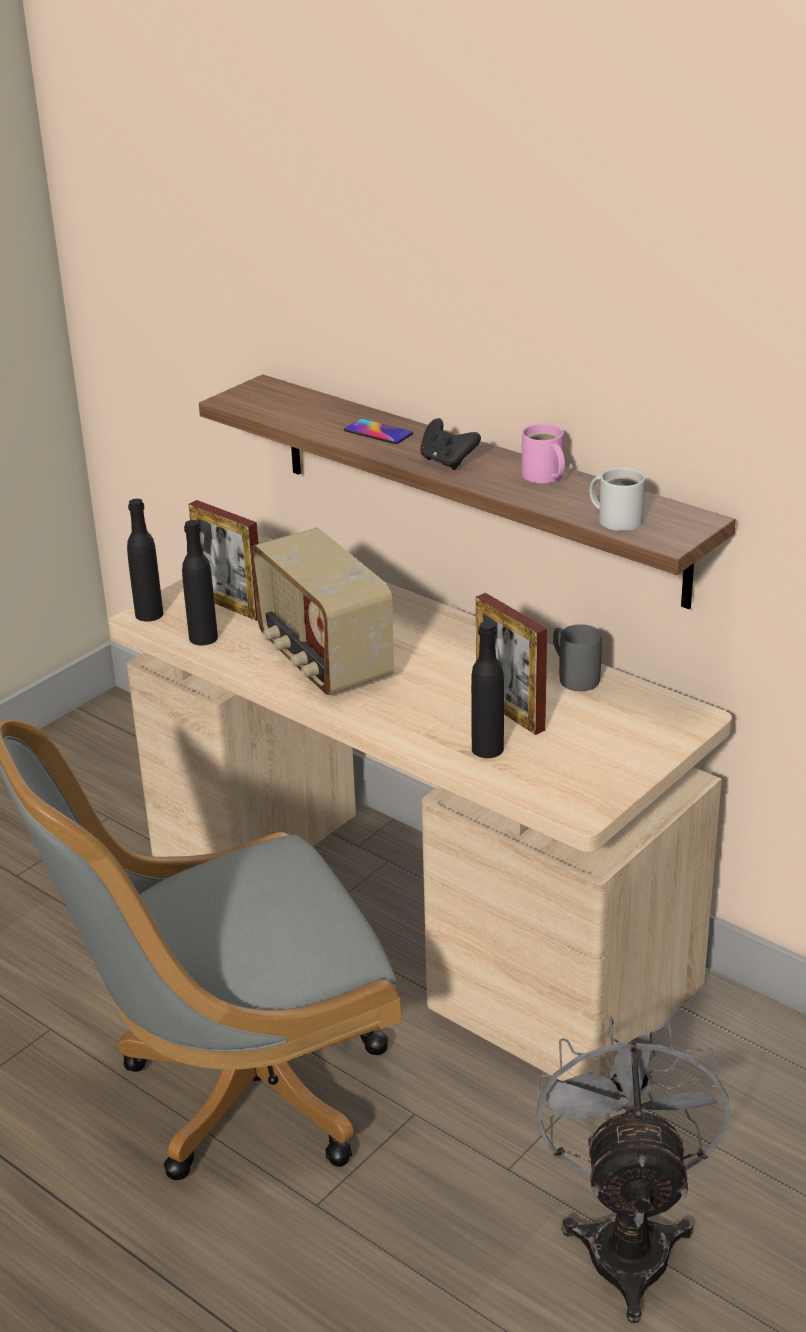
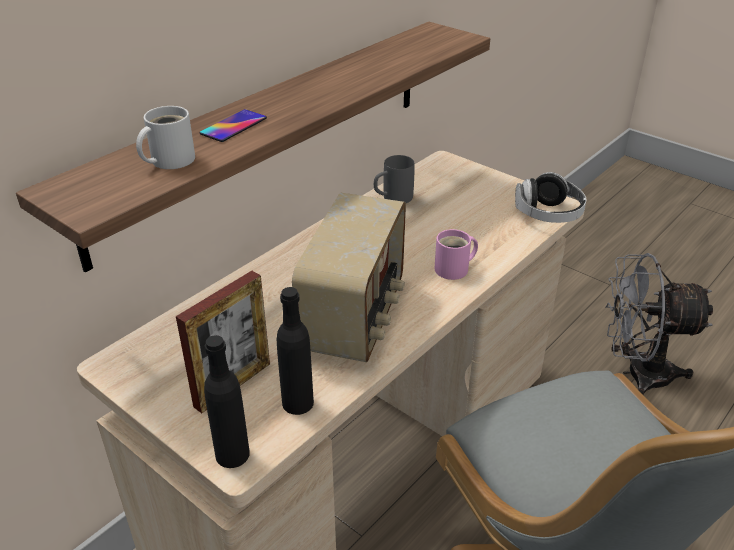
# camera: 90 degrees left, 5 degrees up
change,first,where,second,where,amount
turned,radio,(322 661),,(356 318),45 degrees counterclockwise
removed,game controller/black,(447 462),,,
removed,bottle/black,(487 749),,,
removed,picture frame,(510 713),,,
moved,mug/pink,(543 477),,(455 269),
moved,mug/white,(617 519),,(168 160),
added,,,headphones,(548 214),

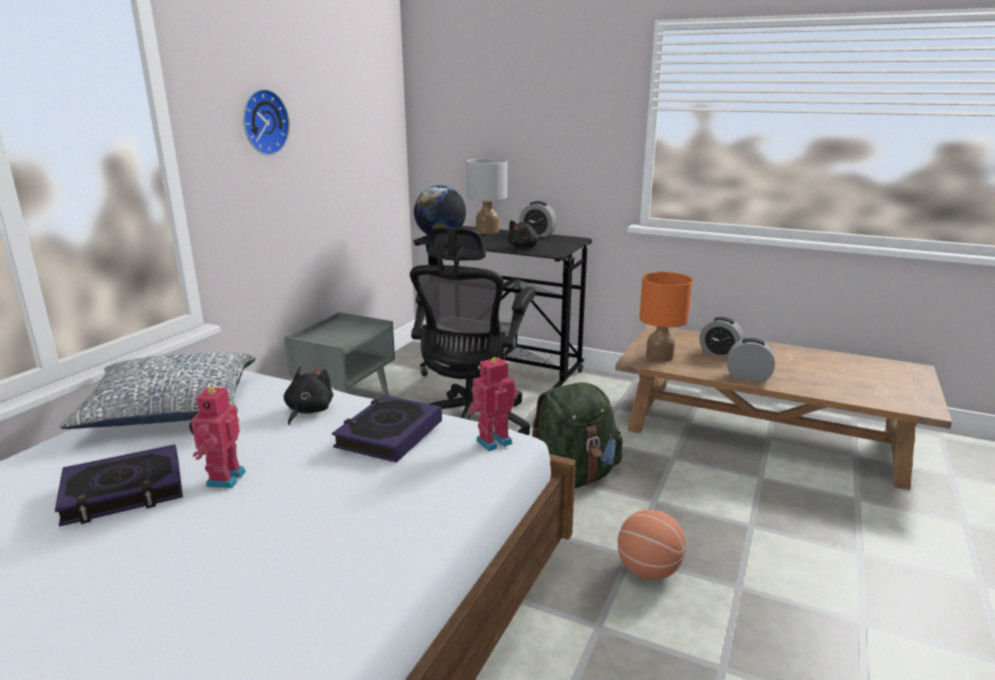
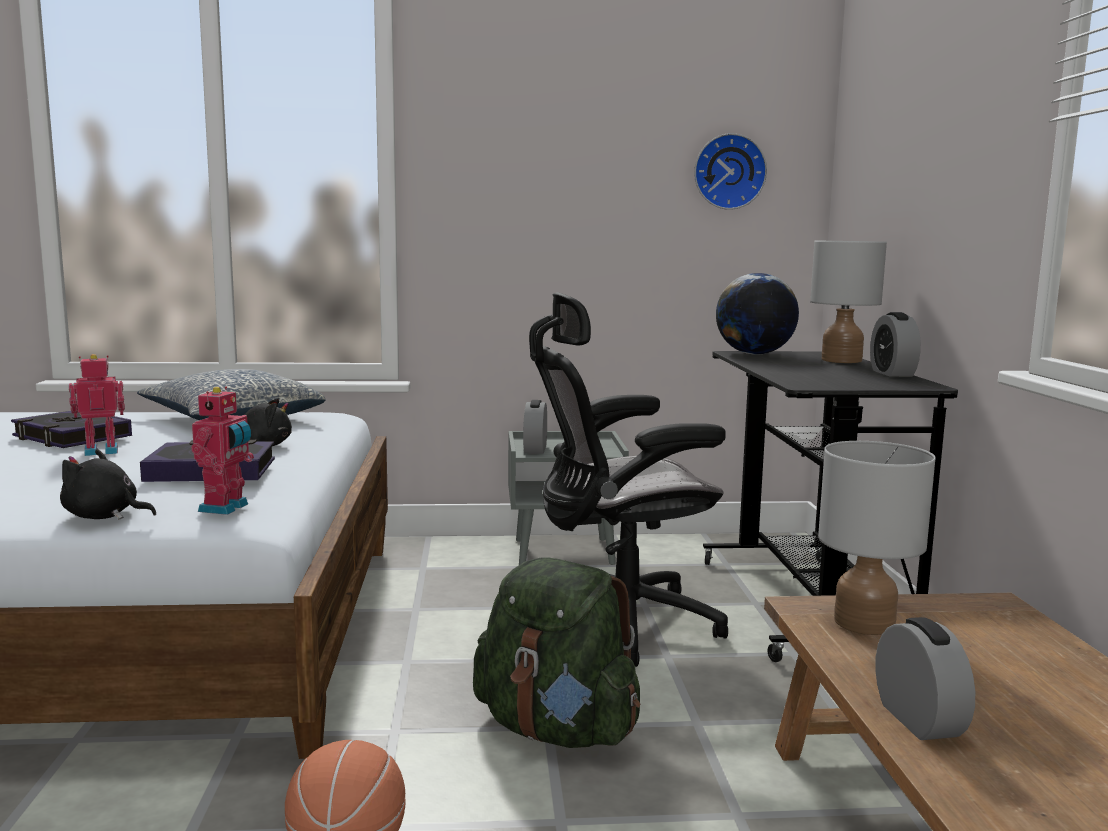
# camera: 60 degrees right, 10 degrees down
change,first,where,second,where,amount
moved,wall clock,(263 122),,(728 172),
turned,toy robot,(492 441),,(226 508),75 degrees clockwise
moved,plush toy/black,(524 247),,(104 516),
recoloured,table lamp/orange,(660 356),table lamp/grey,(865 623),
moved,alarm clock,(719 353),,(535 449),

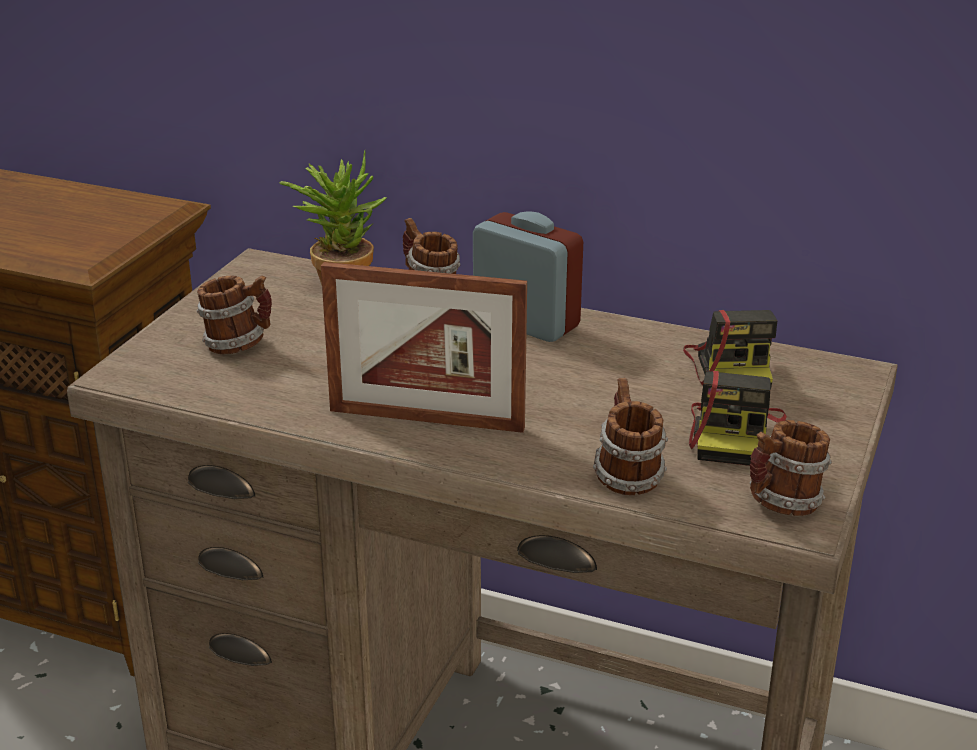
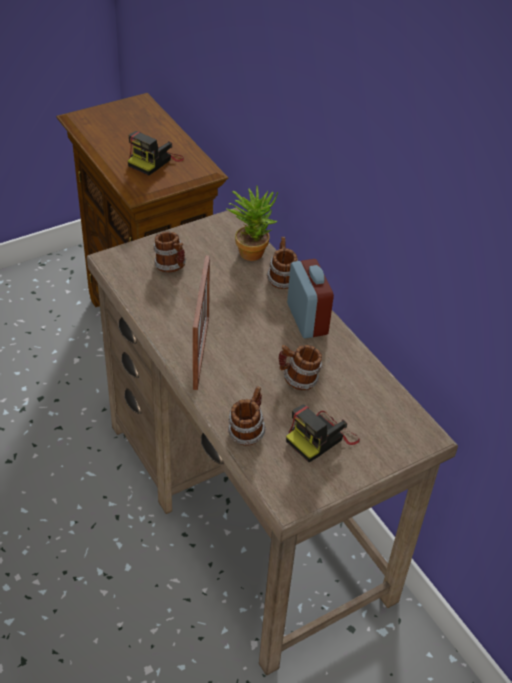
# camera: 35 degrees right, 15 degrees up
change,first,where,second,where,amount
turned,picture frame,(426 419),,(201 352),135 degrees counterclockwise
moved,photo camera,(731 368),,(154 161),
moved,mug,(782 504),,(298 380),

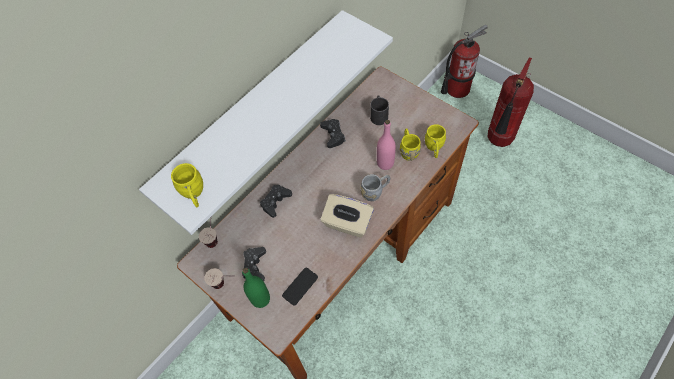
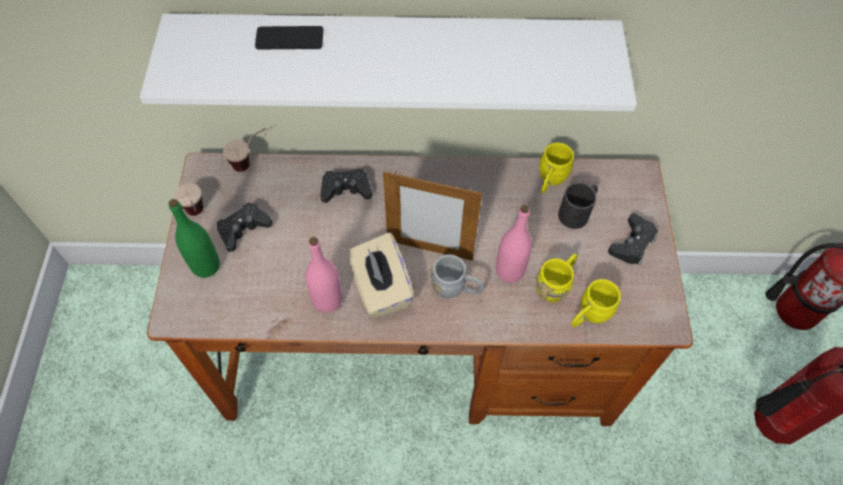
# camera: 45 degrees right, 0 degrees up
change,first,where,second,where,amount
moved,mug/yellow,(194 195),,(550 181),
moved,phone,(300 286),,(289 38),
moved,game controller/black,(333 135),,(632 243),
added,,,bottle/pink,(327 300),
added,,,picture frame,(429 250),

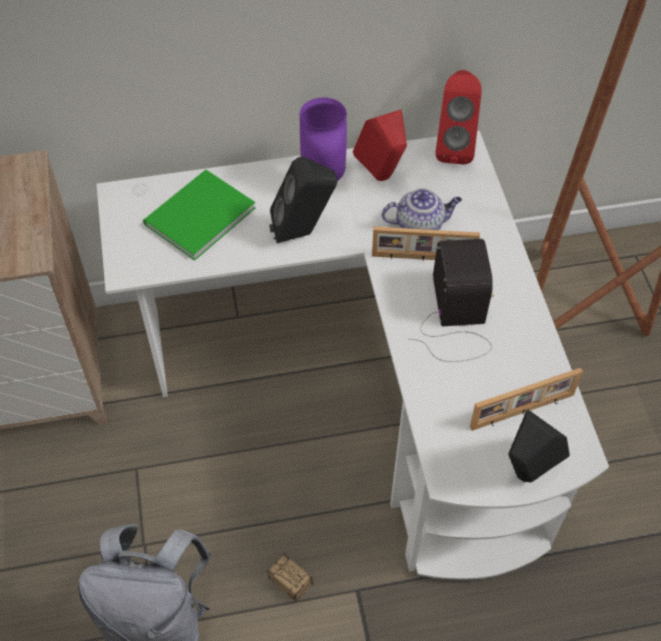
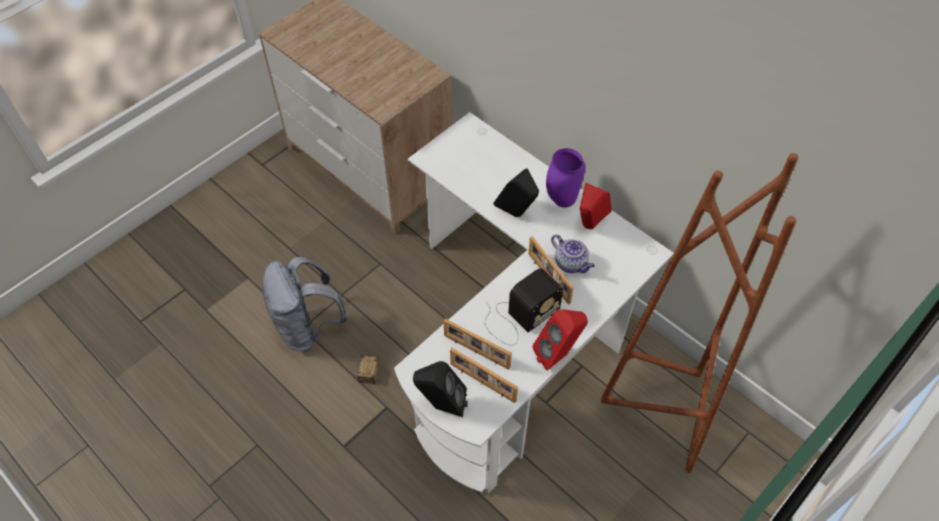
# camera: 55 degrees right, 0 degrees up
change,first,where,second,where,amount
removed,book/green,(196 216),,,
moved,speaker/red,(454 147),,(558 354),
added,,,picture frame,(476 352),

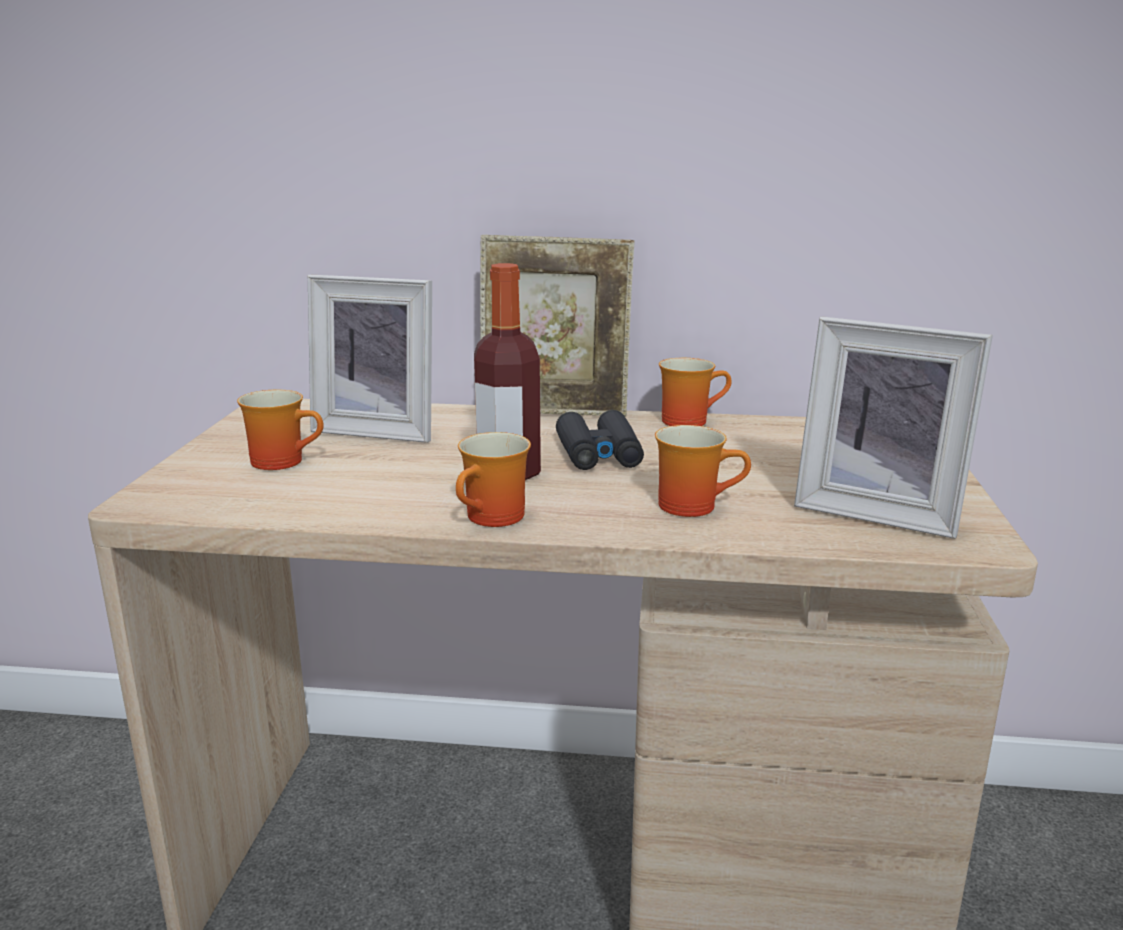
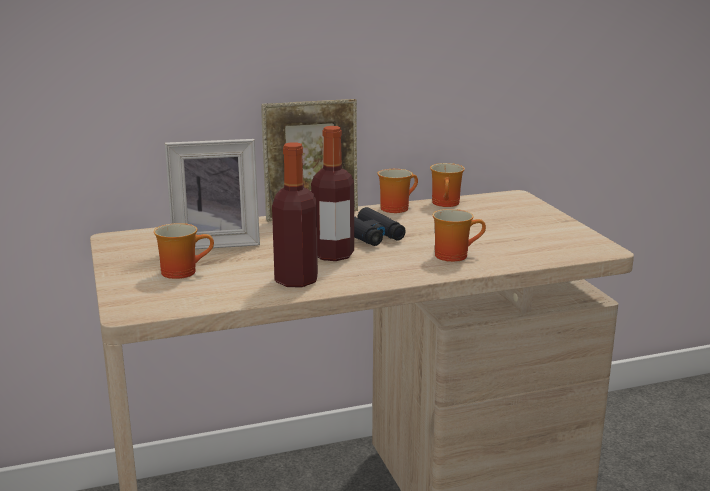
# camera: 25 degrees left, 0 degrees up
change,first,where,second,where,amount
moved,mug,(495 519),,(448 204),
removed,picture frame,(879 511),,,
added,,,bottle,(296 280),

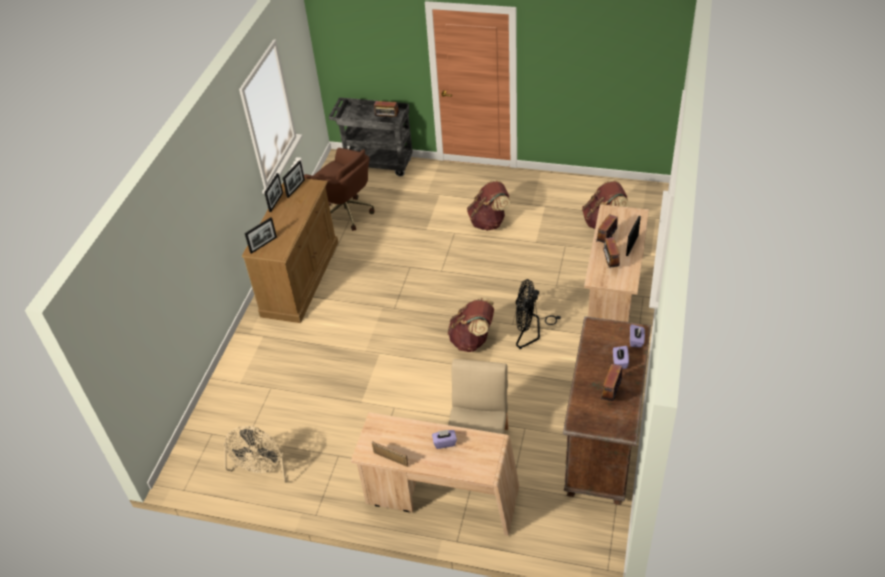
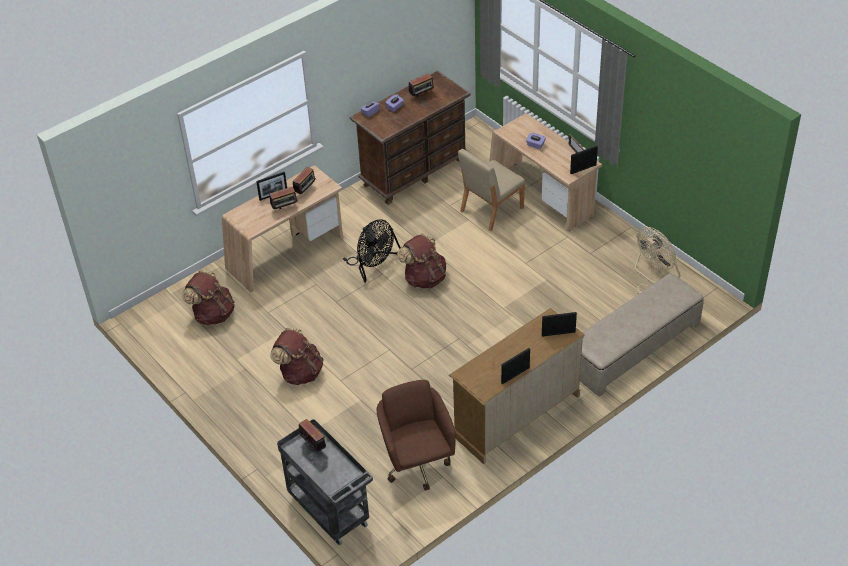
# camera: 145 degrees left, 0 degrees up
change,first,where,second,where,amount
moved,picture frame,(295 188),,(583 169),
added,,,bench/beige,(634 348),

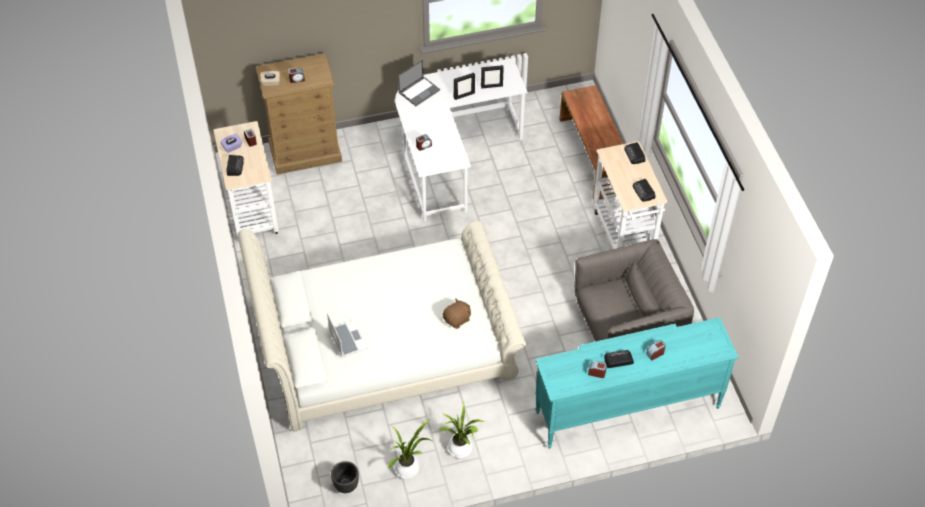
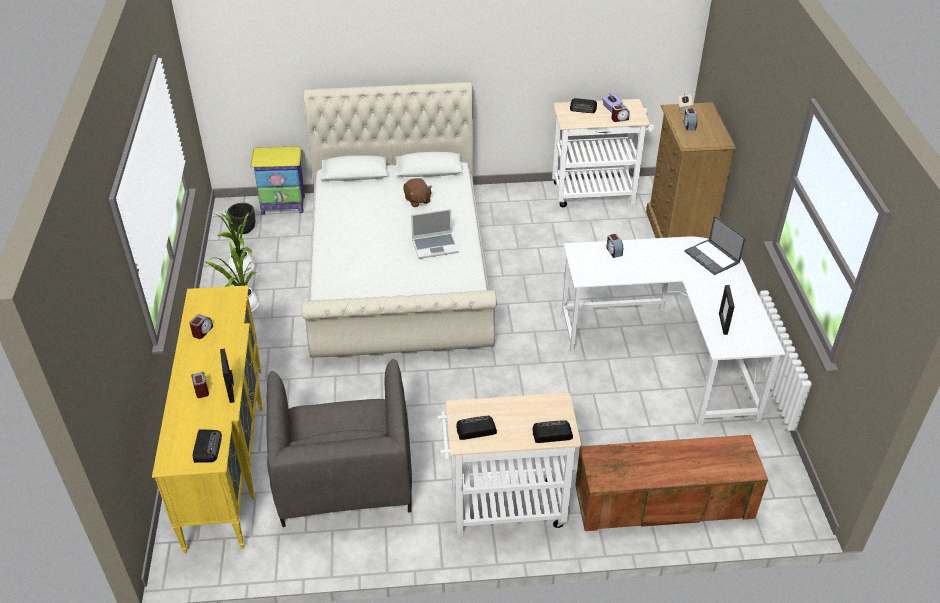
# camera: 100 degrees right, 10 degrees down
change,first,where,second,where,amount
moved,laptop,(347 339),,(435 246),
moved,plush toy/brown,(457 319),,(417 200),
moved,picture frame,(464 95),,(231 390),
recoloured,cabinet/turquoise,(627 409),cabinet/yellow,(227 454),
moved,radio,(618 360),,(207 447),
added,,,nightstand,(284 206),

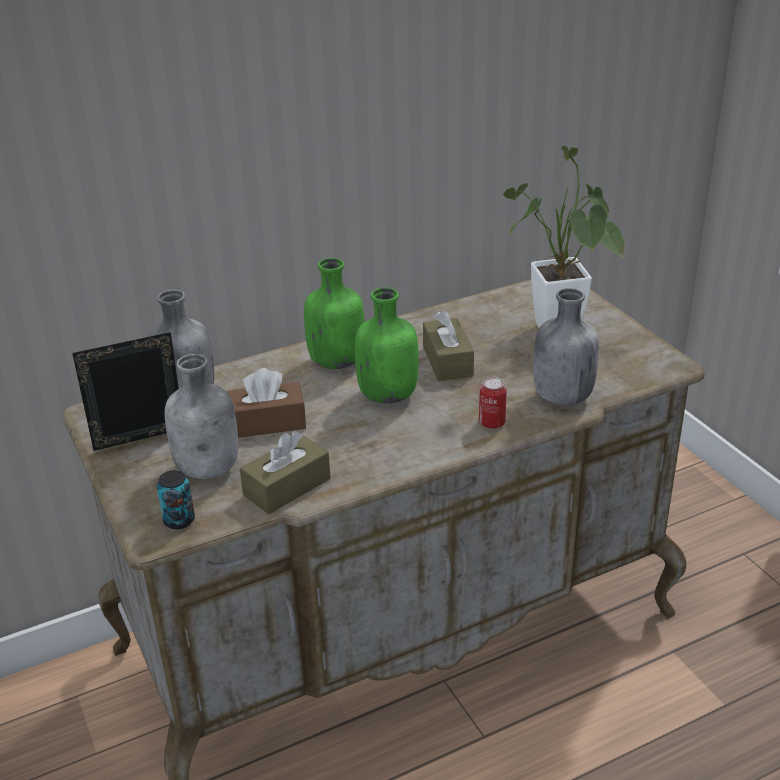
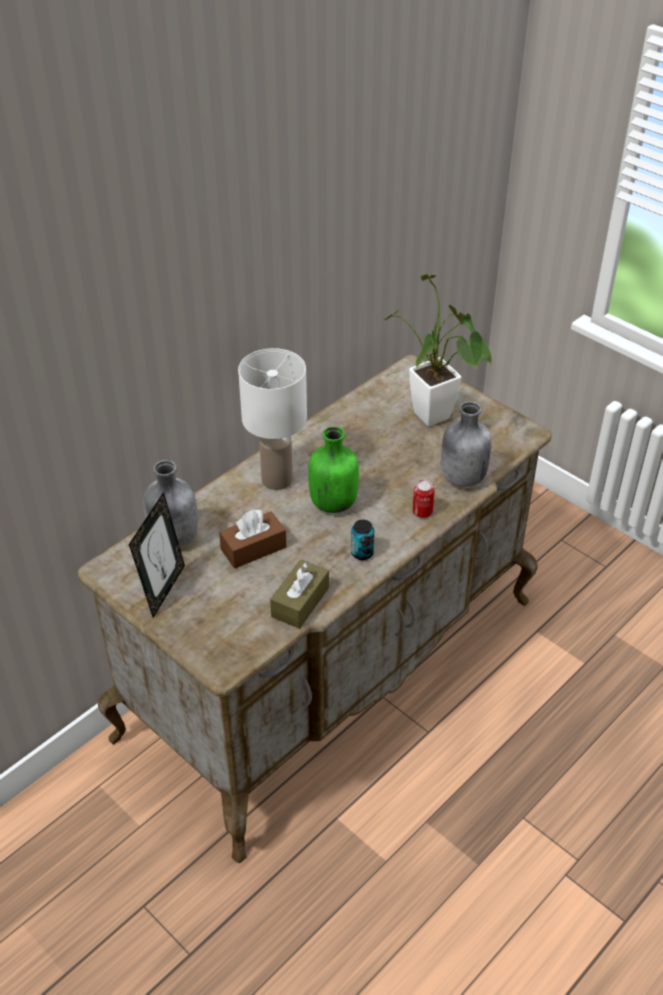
# camera: 20 degrees left, 10 degrees up
change,first,where,second,where,amount
turned,picture frame,(141 443),,(163 589),150 degrees clockwise
moved,can,(179 520),,(362 553),
removed,bottle/grey,(209 468),,,
replaced,bottle/green,(337 361),table lamp/white,(276 479),
removed,tissue box/brown,(447 361),,,

